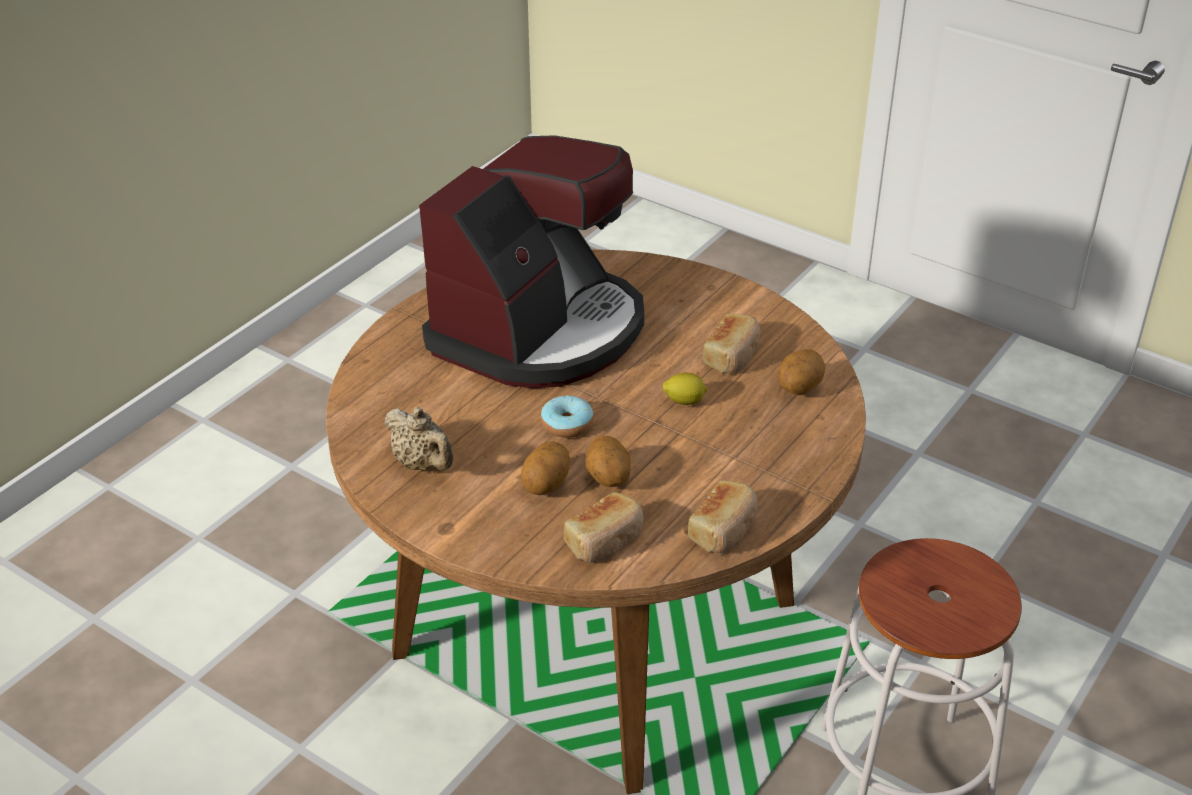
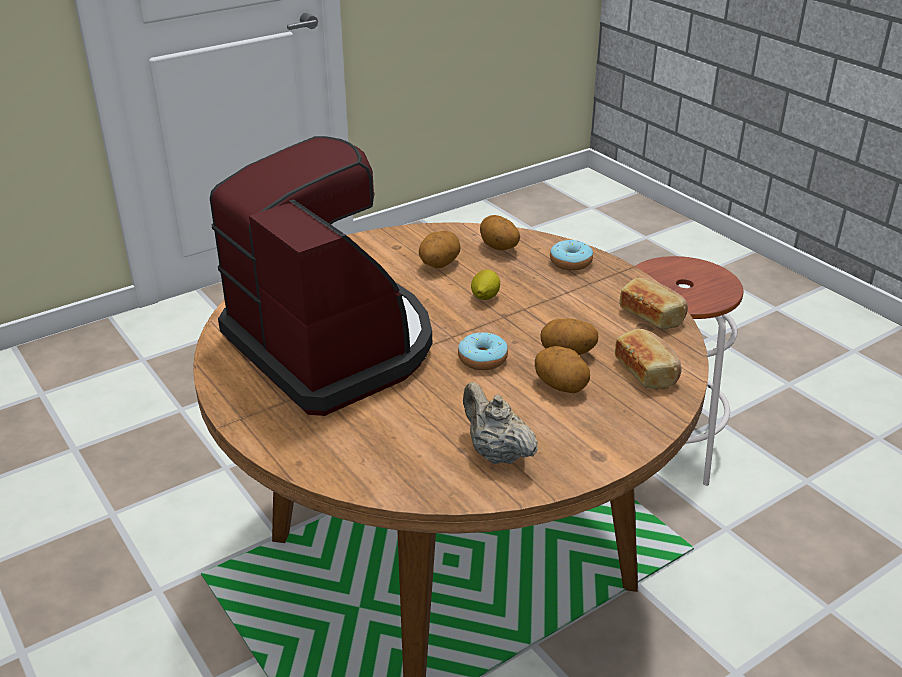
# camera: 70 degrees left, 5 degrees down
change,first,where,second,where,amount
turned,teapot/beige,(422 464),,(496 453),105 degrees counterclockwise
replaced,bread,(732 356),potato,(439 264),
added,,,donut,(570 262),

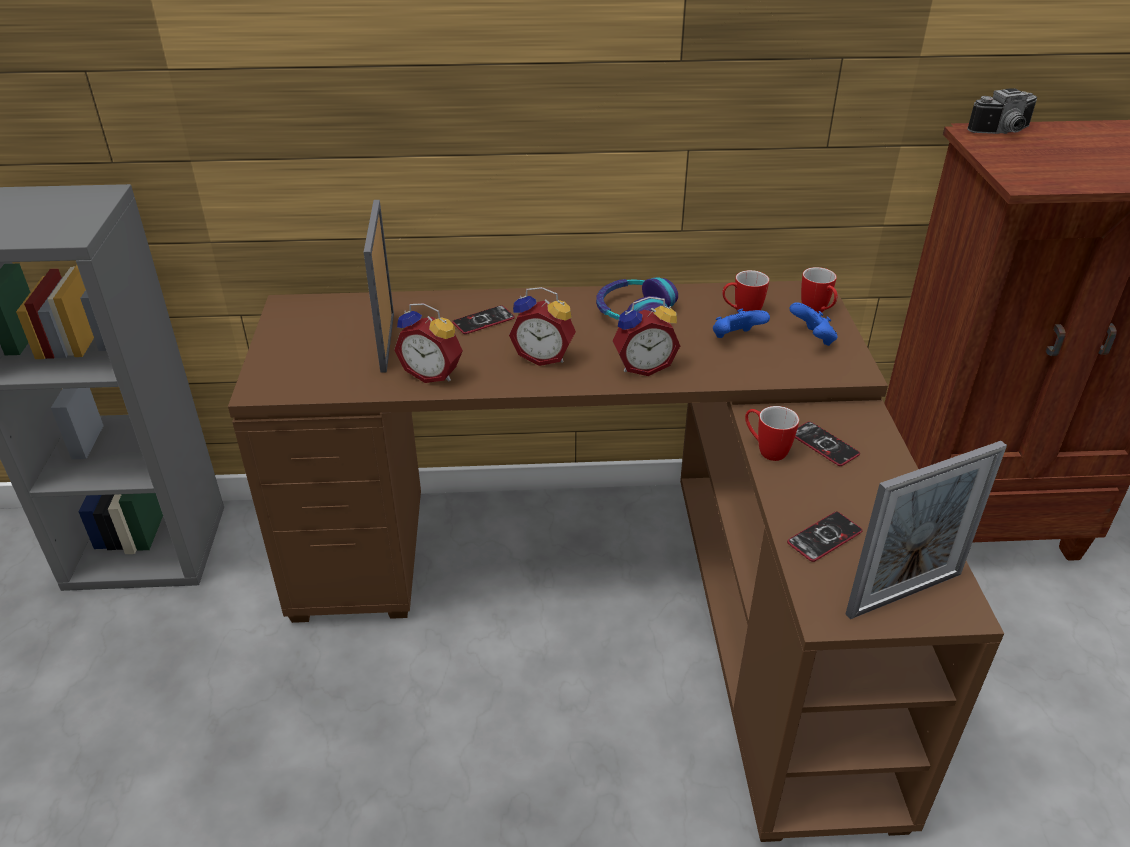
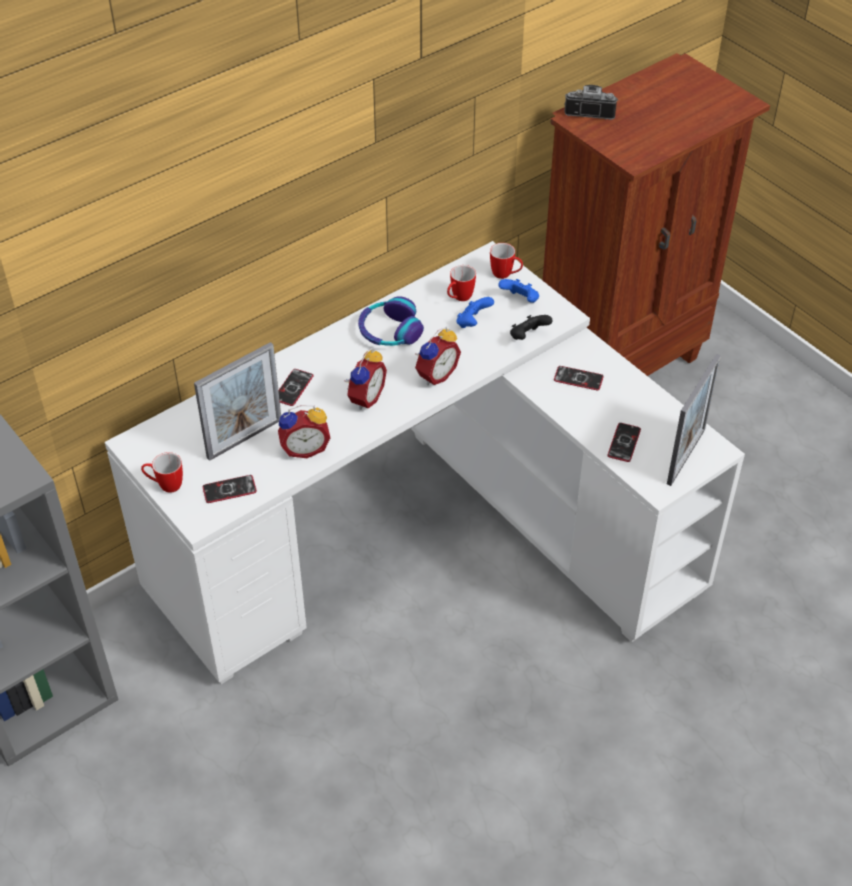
# camera: 35 degrees left, 10 degrees up
change,first,where,second,where,amount
recoloured,desk/brown,(616 590),desk/white,(428 535),
turned,picture frame,(387 342),,(244 439),90 degrees counterclockwise
turned,alarm clock,(544 356),,(364 398),45 degrees counterclockwise
moved,mug,(766 450),,(165 485),
turned,photo camera,(1004 132),,(590 111),120 degrees counterclockwise
added,,,phone,(229 489),
added,,,game controller/black,(528 337),

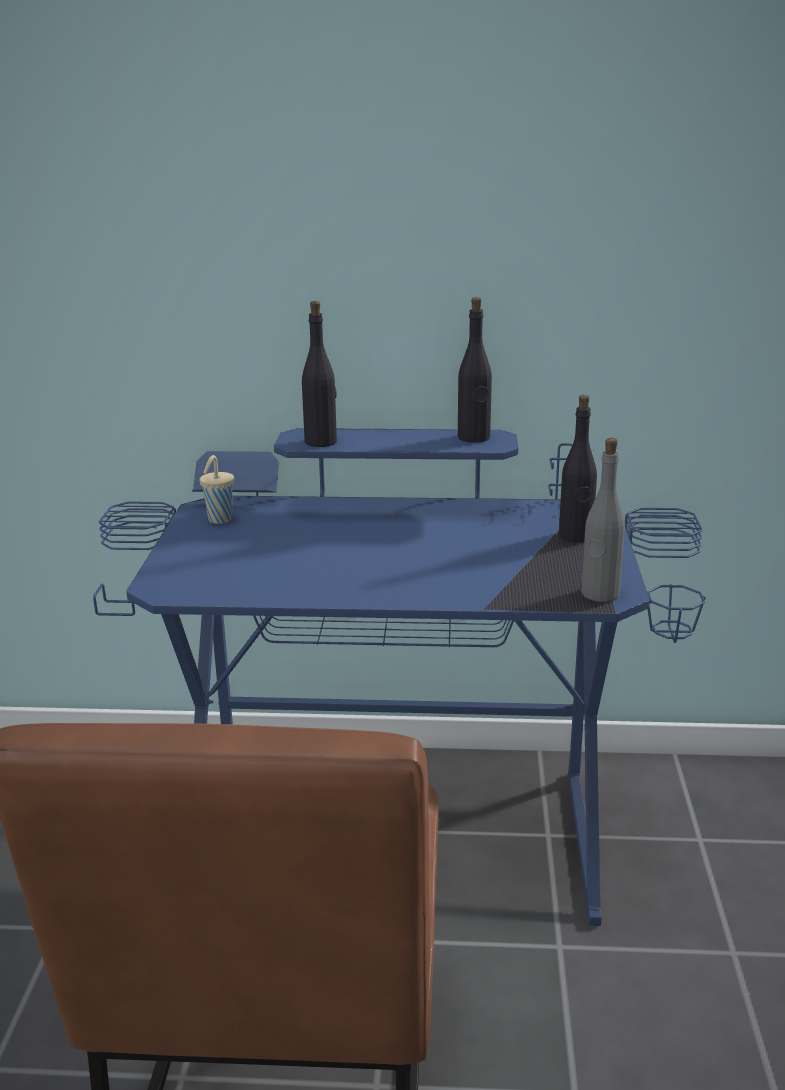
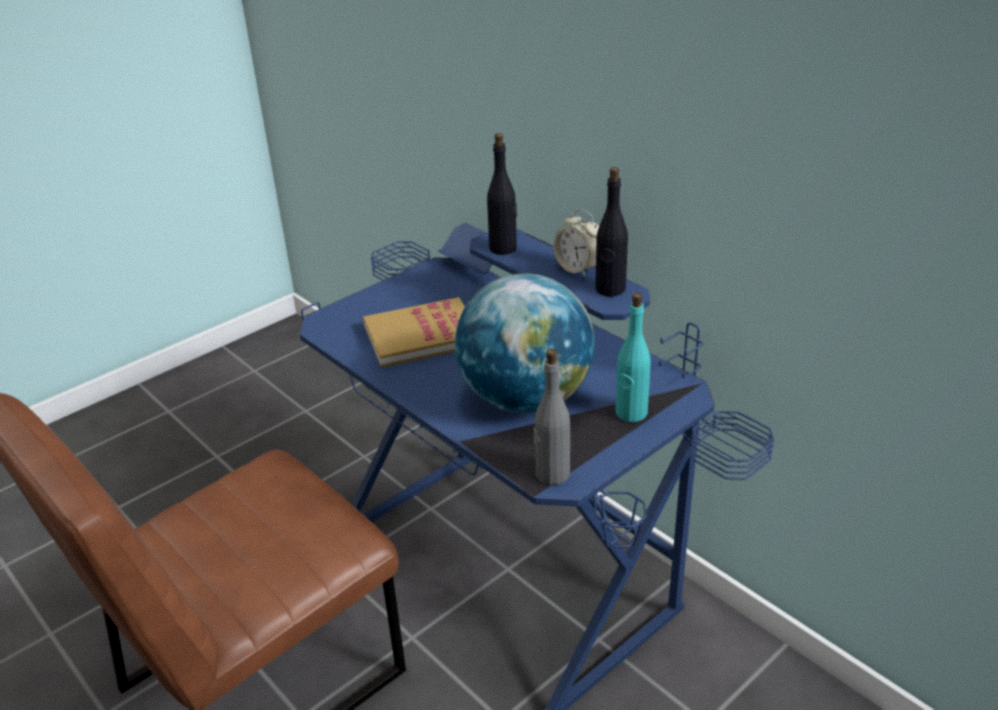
# camera: 45 degrees right, 10 degrees up
change,first,where,second,where,amount
removed,cup/beige,(219 520),,,
recoloured,bottle/black,(575 536),bottle/turquoise,(631 413),
added,,,book,(422 336),
added,,,globe,(526 399),
added,,,alarm clock,(578 269),

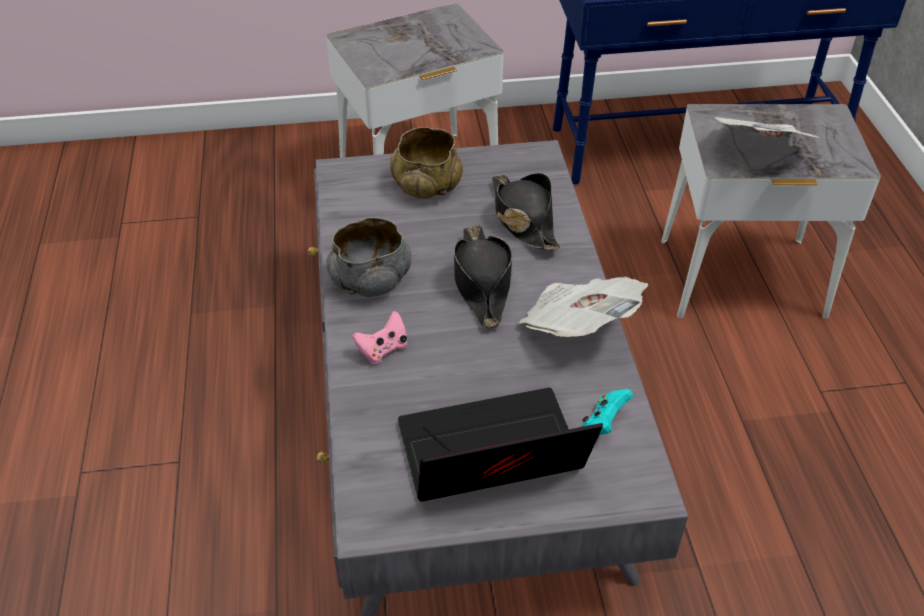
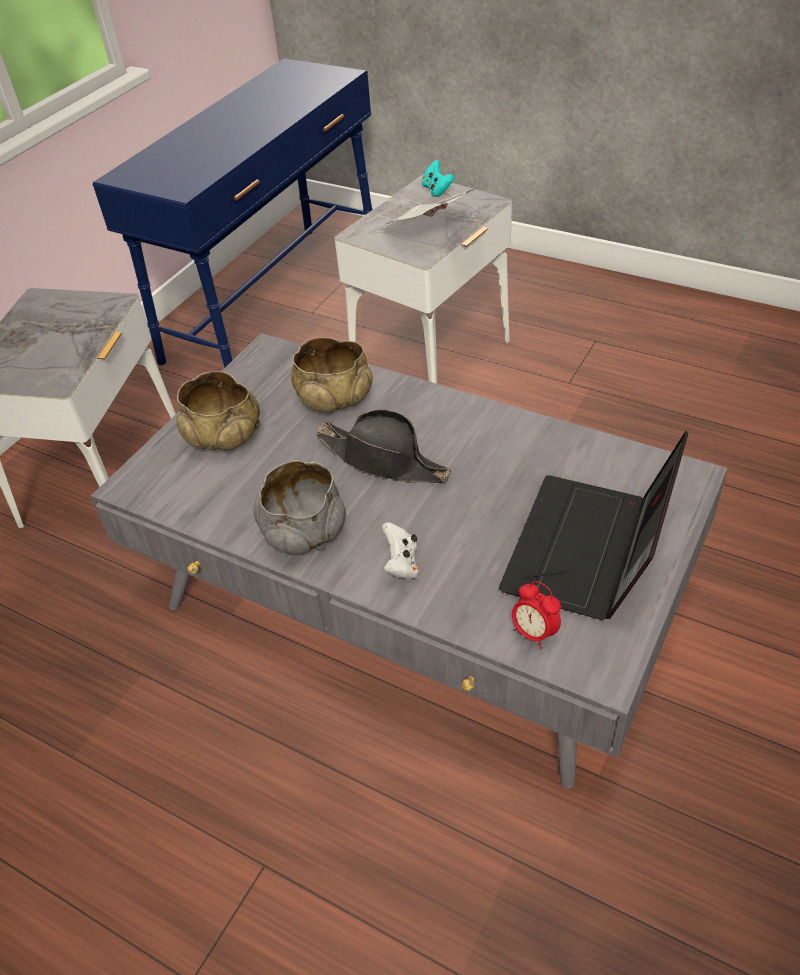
# camera: 50 degrees left, 0 degrees up
change,first,where,second,where,amount
recoloured,game controller/pink,(383 349),game controller/white,(401 563),
replaced,hat/black,(523 219),bowl/beige,(334 398),
removed,newspaper,(578 326),,,
moved,game controller/turquoise,(604 423),,(437 190),
added,,,alarm clock,(534 633),

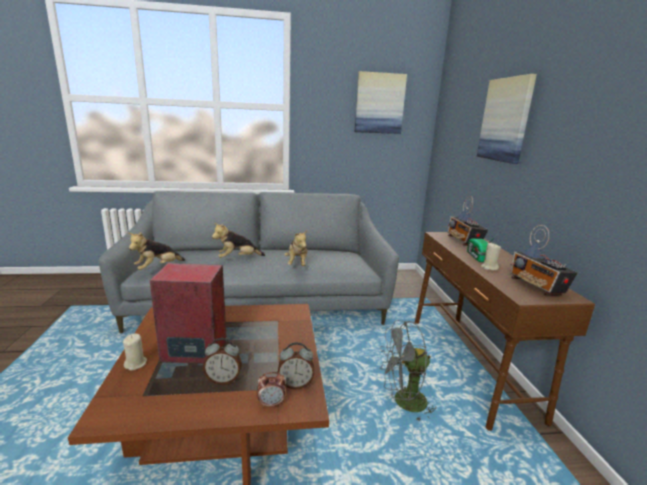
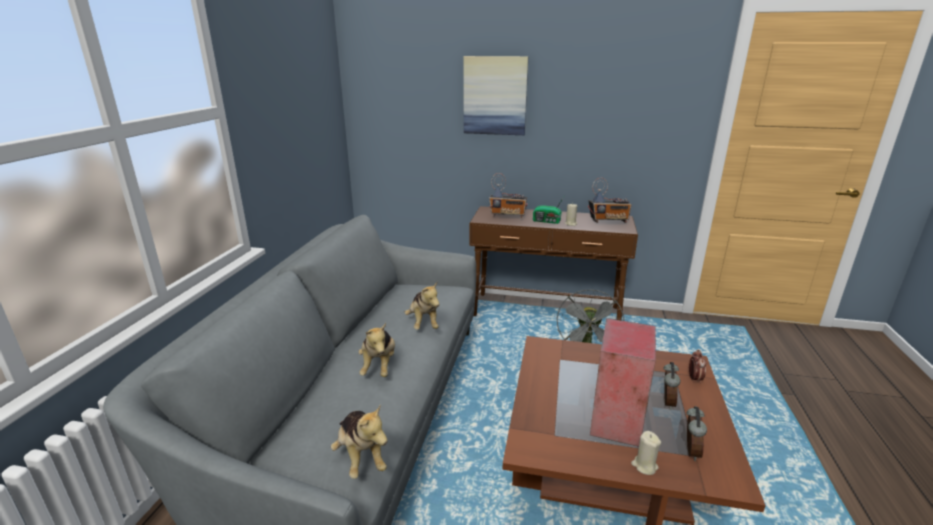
# camera: 70 degrees left, 5 degrees up
change,first,where,second,where,amount
moved,alarm clock,(295 384),,(689 451),
turned,plush toy,(297 264),,(423 323),60 degrees clockwise
removed,picture,(379 103),,,

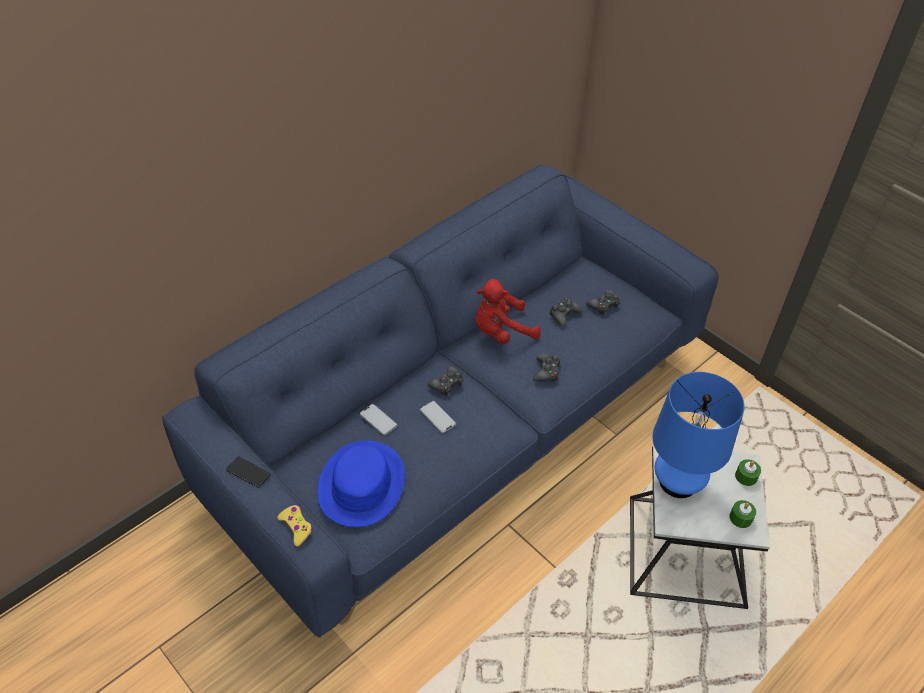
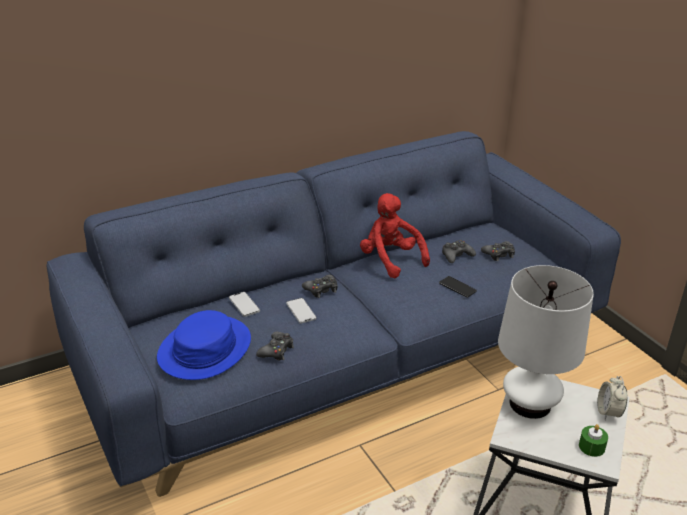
# camera: 15 degrees right, 15 degrees down
change,first,where,second,where,amount
moved,phone,(248 472),,(457 287),
removed,game controller/yellow,(296 527),,,
turned,plush toy/red,(501 331),,(390 259),60 degrees clockwise
moved,game controller/black,(546 371),,(276 351),
recoloured,table lamp/blue,(677 482),table lamp/white,(530 404),
replaced,candle/green,(746 476),alarm clock,(608 412),

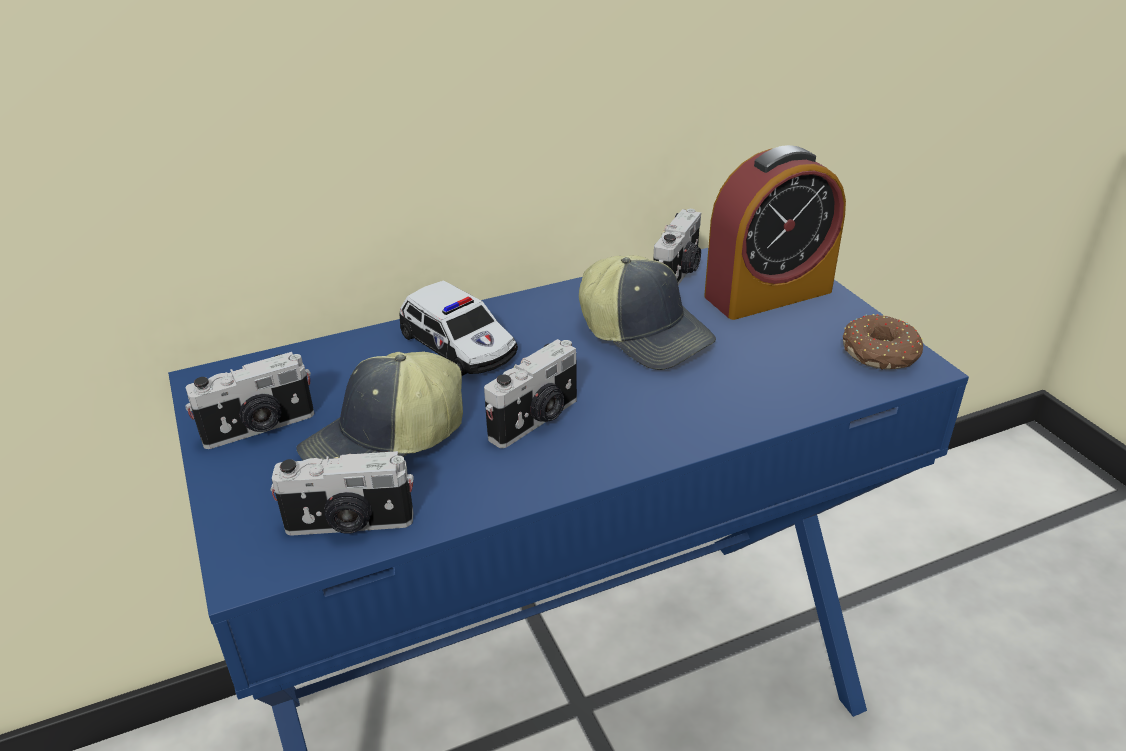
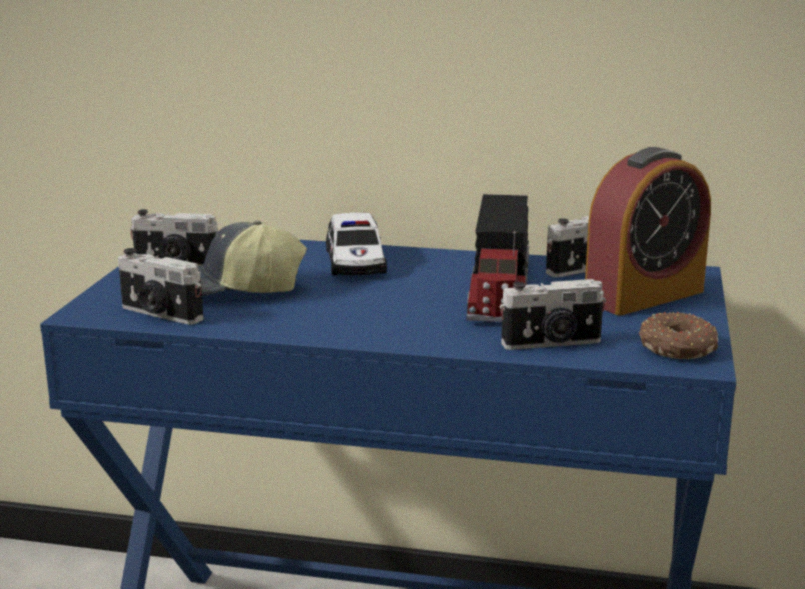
# camera: 35 degrees right, 15 degrees down
change,first,where,second,where,amount
moved,photo camera,(536 420),,(552 343),
replaced,cap,(645 334),toy truck,(499 290),
turned,alarm clock,(768 294),,(644 296),45 degrees counterclockwise

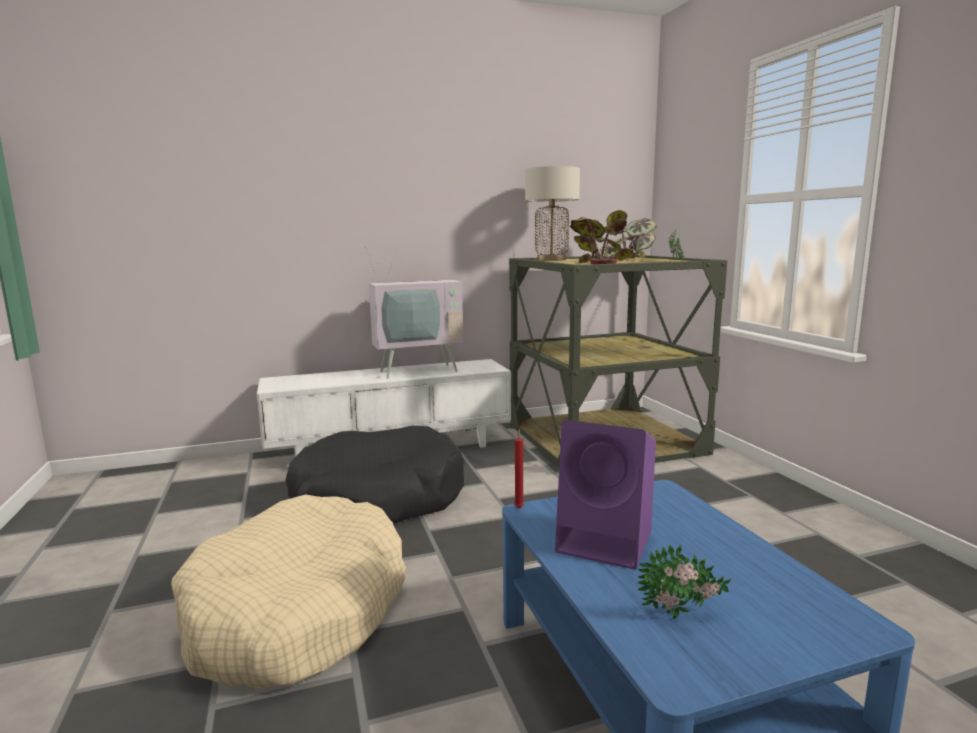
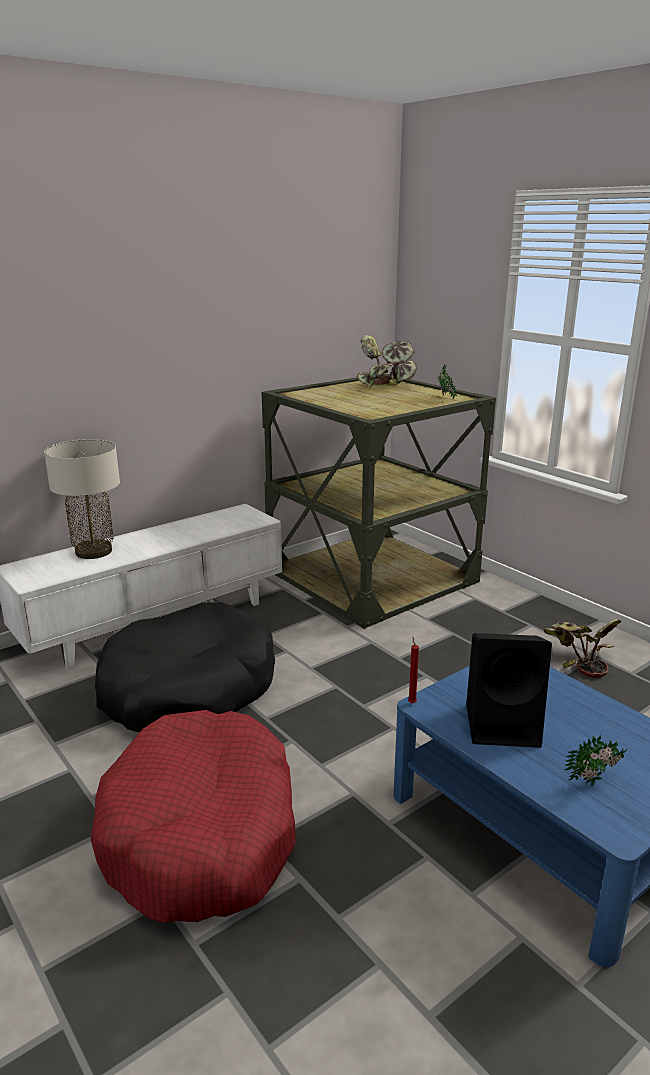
# camera: 20 degrees left, 10 degrees up
change,first,where,second,where,amount
recoloured,dog bed/beige,(298 611),dog bed/red,(201 833),
removed,television,(417 370),,,
moved,table lamp,(551 260),,(93 551),
recoloured,speaker/purple,(607 542),speaker/black,(504 725),
moved,potted plant,(598 262),,(577 660),

